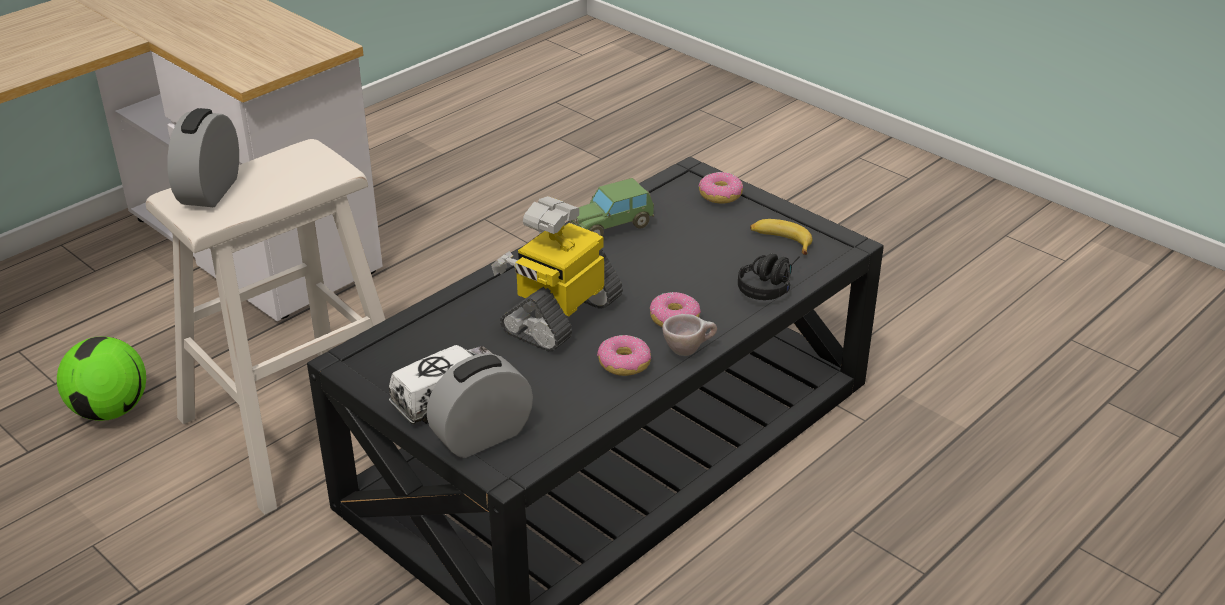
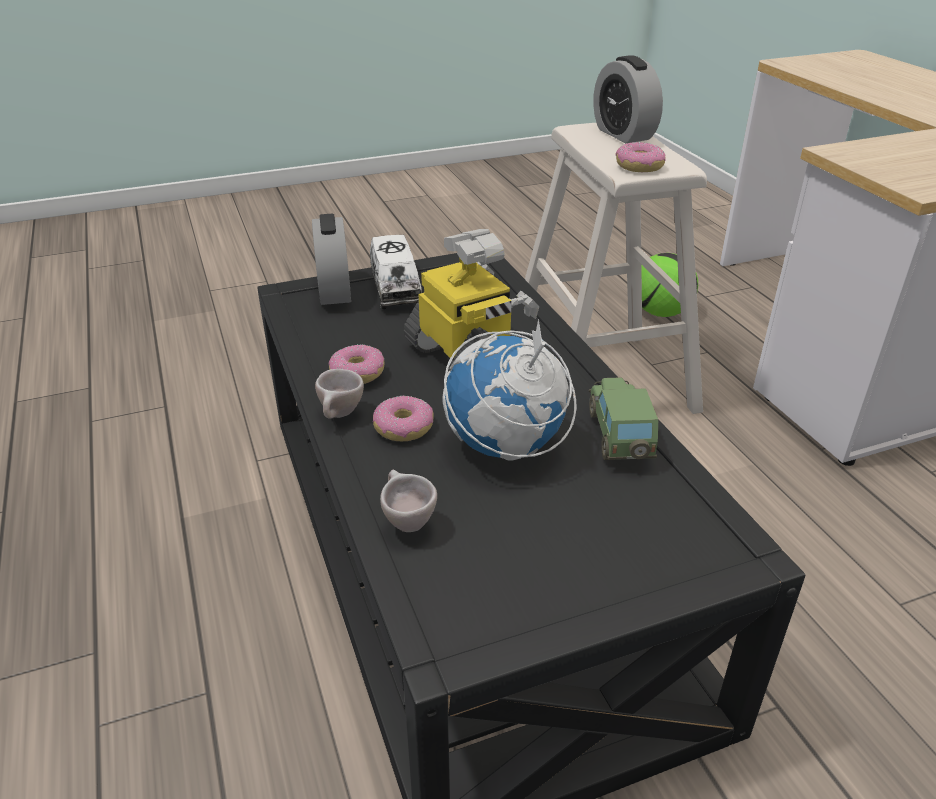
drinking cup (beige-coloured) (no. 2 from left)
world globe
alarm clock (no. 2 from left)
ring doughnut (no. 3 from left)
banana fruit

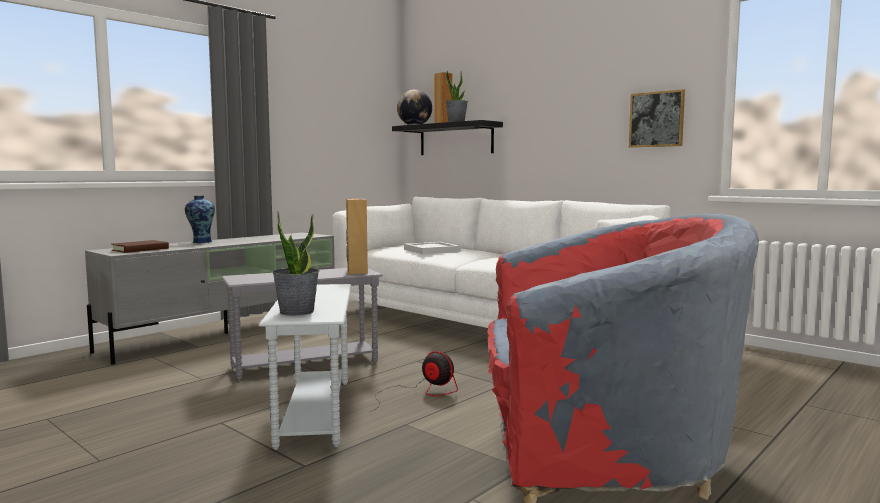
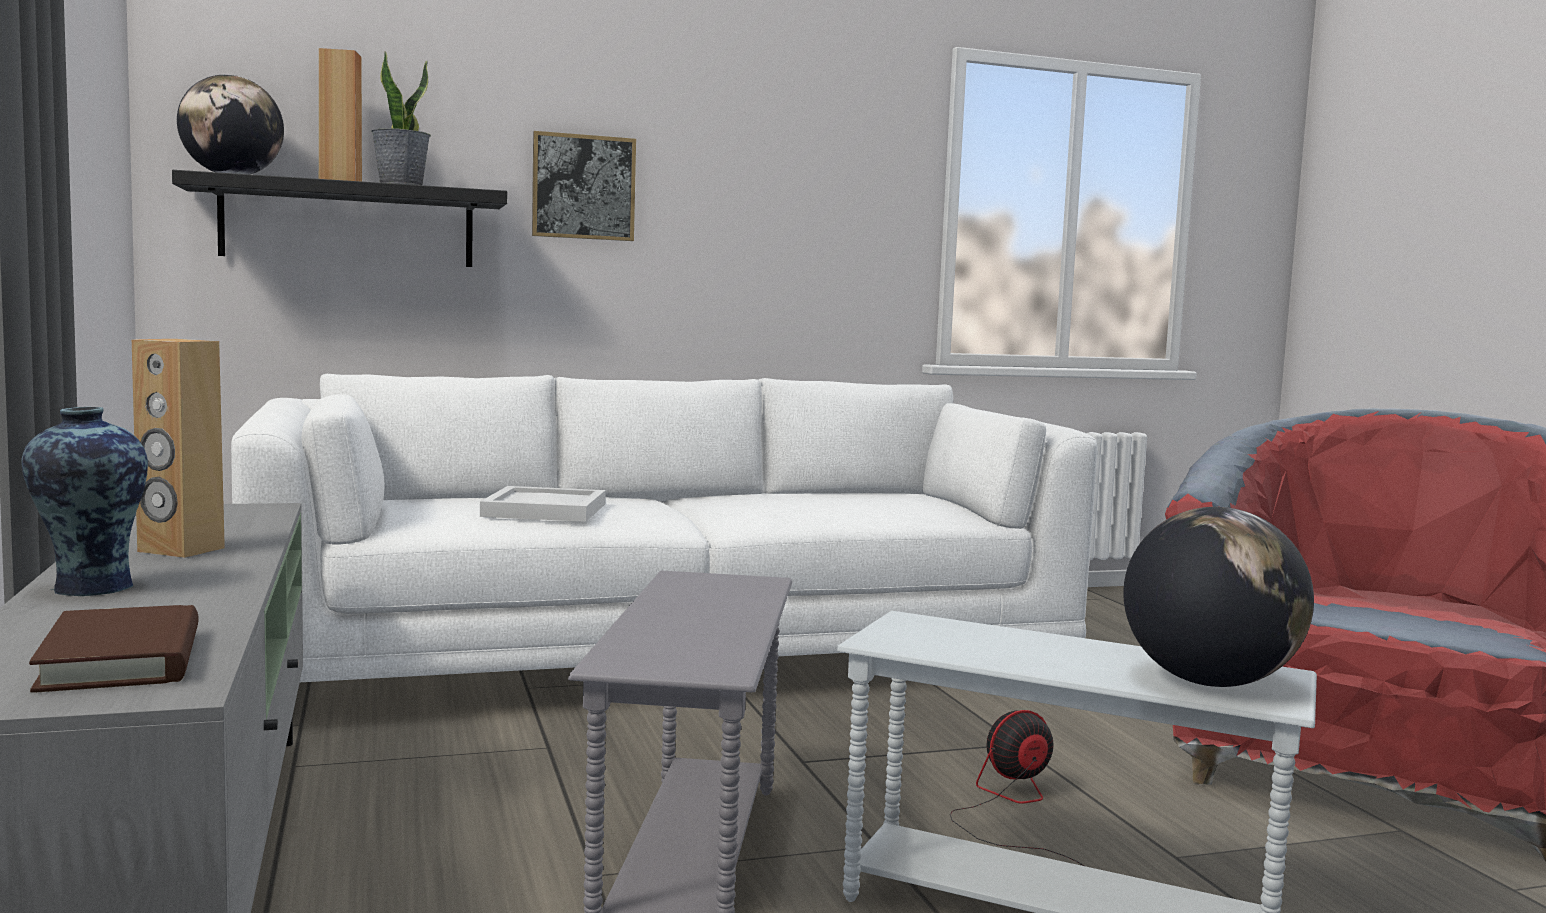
speaker (brownish) (no. 1 from left)
wall art
world globe (no. 2 from left)

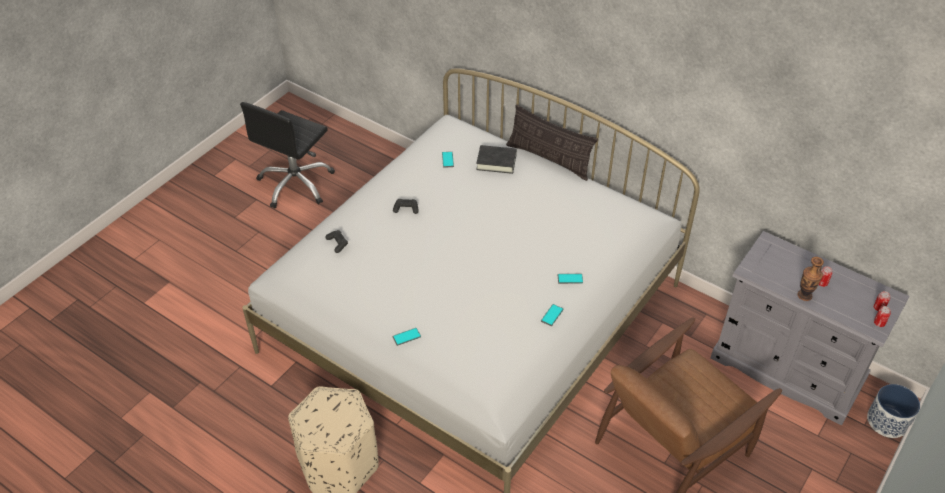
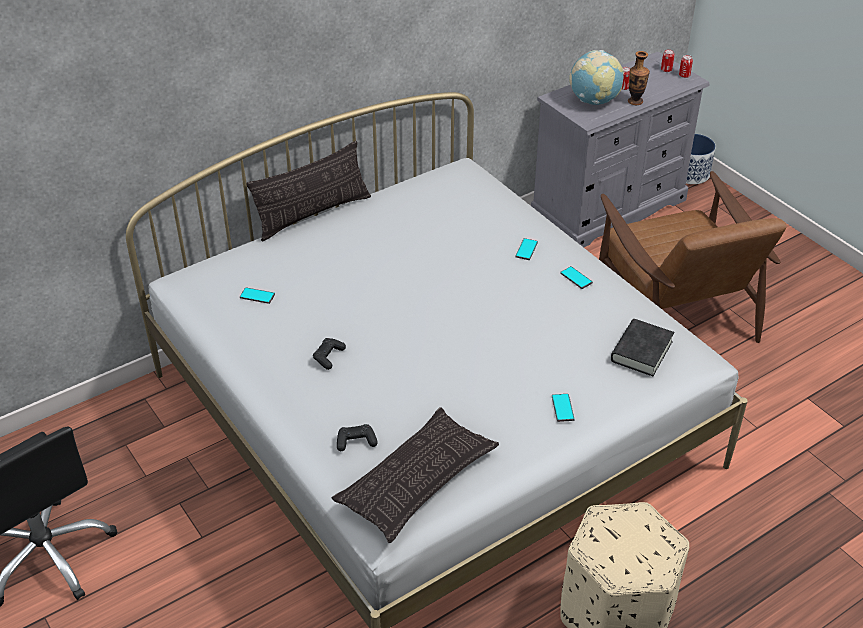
throw pillow (no. 2 from left)
world globe
volume (blackish)

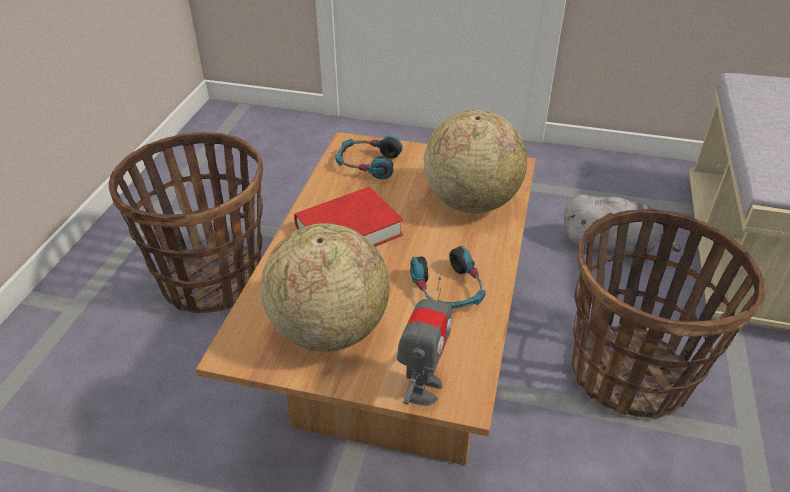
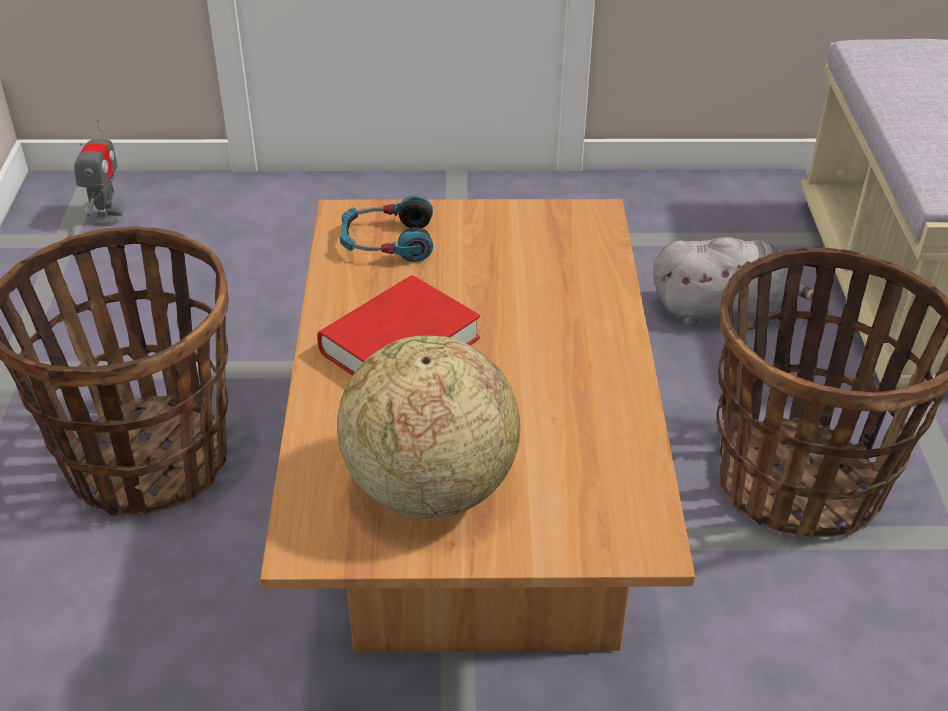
toy robot
headphones (no. 2 from left in the first image)
world globe (no. 2 from left in the first image)

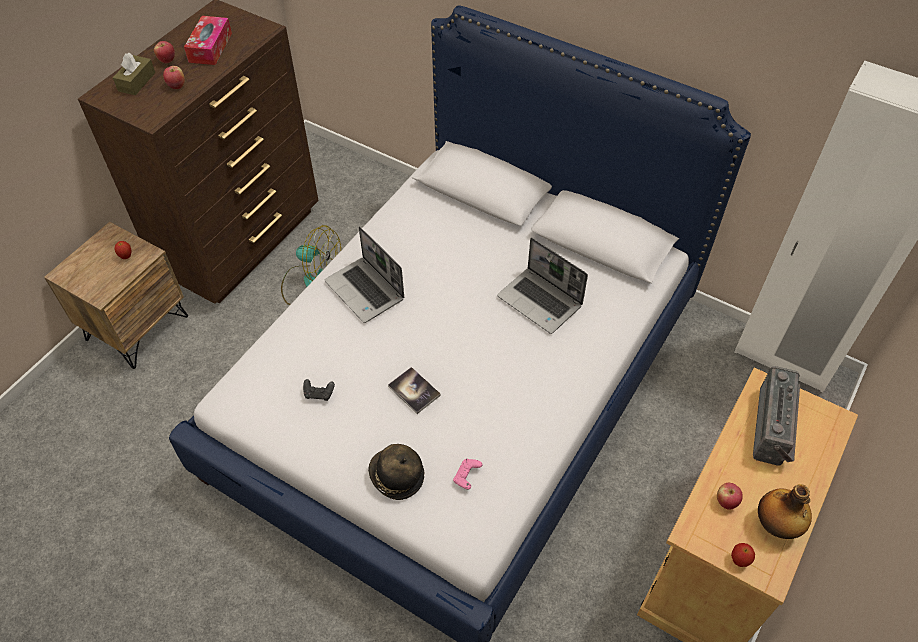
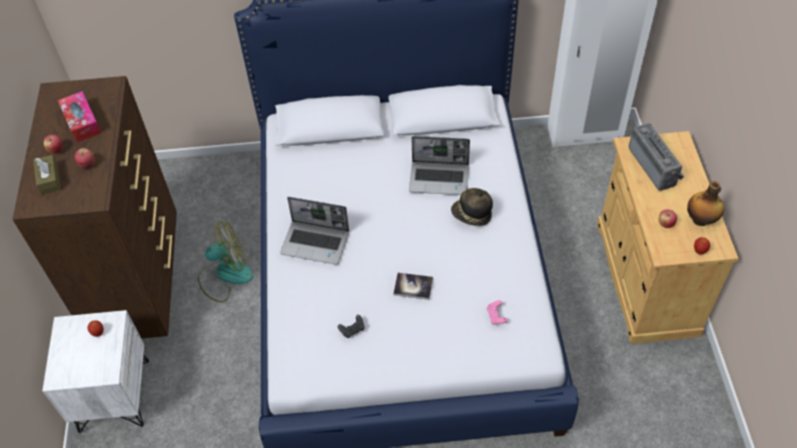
bedside table (white-coloured)
wearable hat

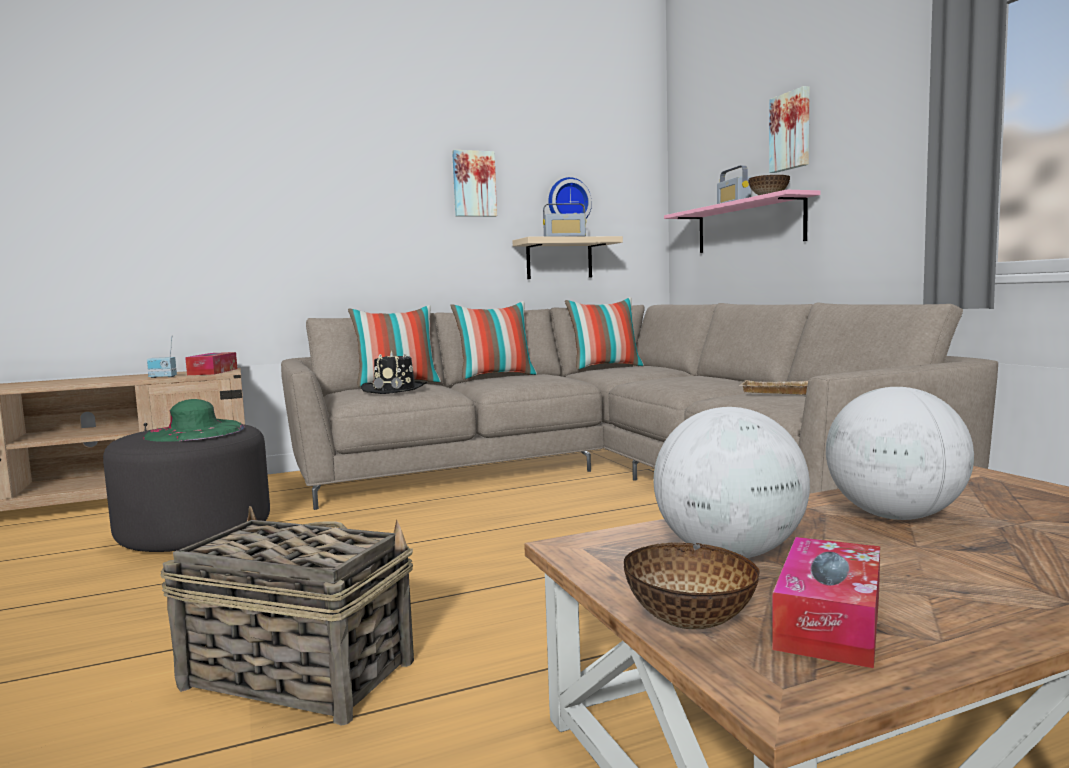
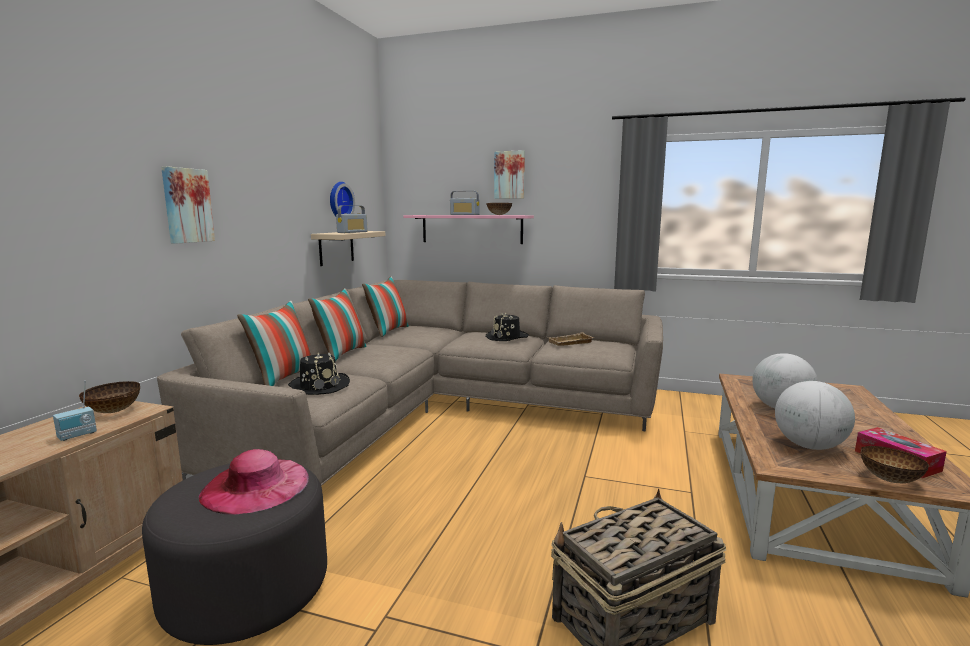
bowl (no. 1 from left)
wall art (no. 1 from left)
wearable hat (pink)
wearable hat (blackish) (no. 2 from left)

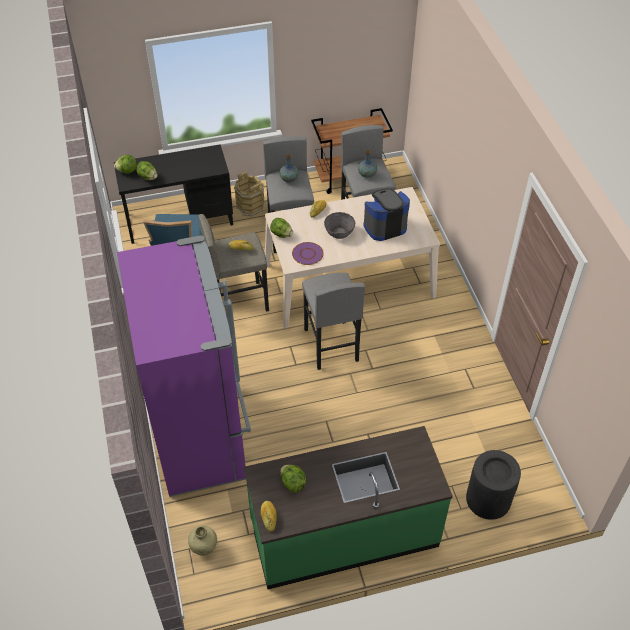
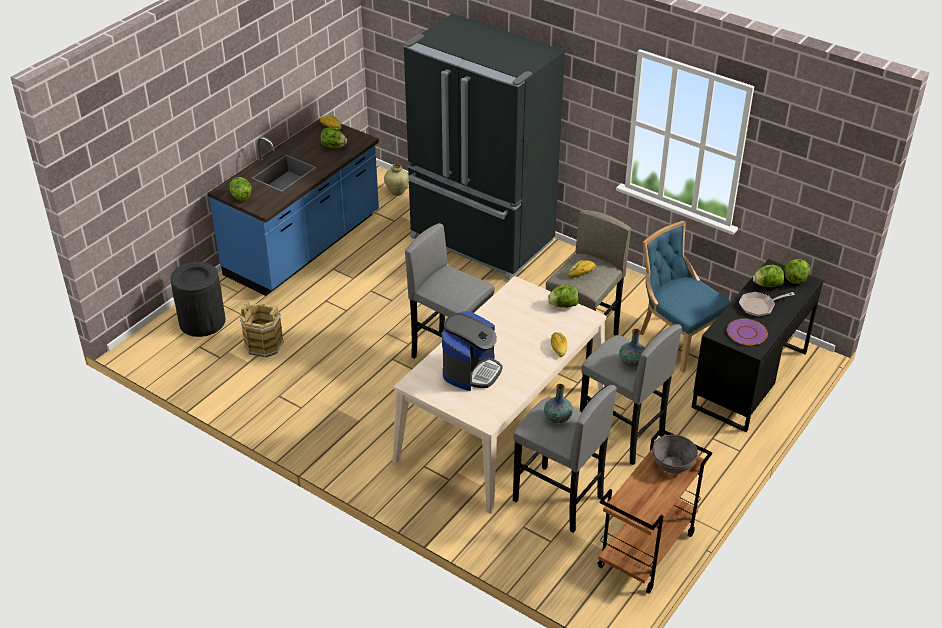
kitchen counter (blue-coloured)
lettuce (no. 1 from left)
pail (brownish)
refrigerator (blackish)
bowl (gray)
flat dish (purplish)
pan

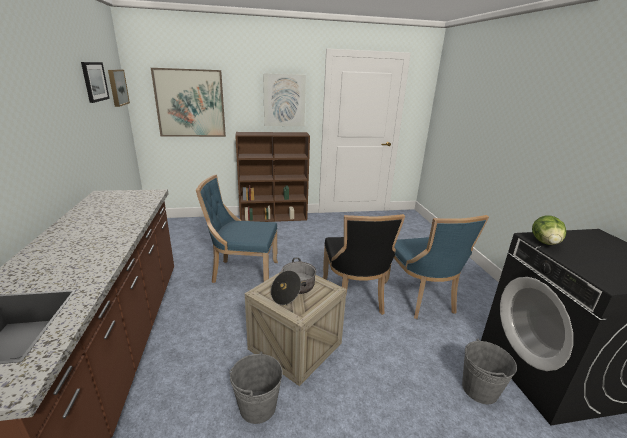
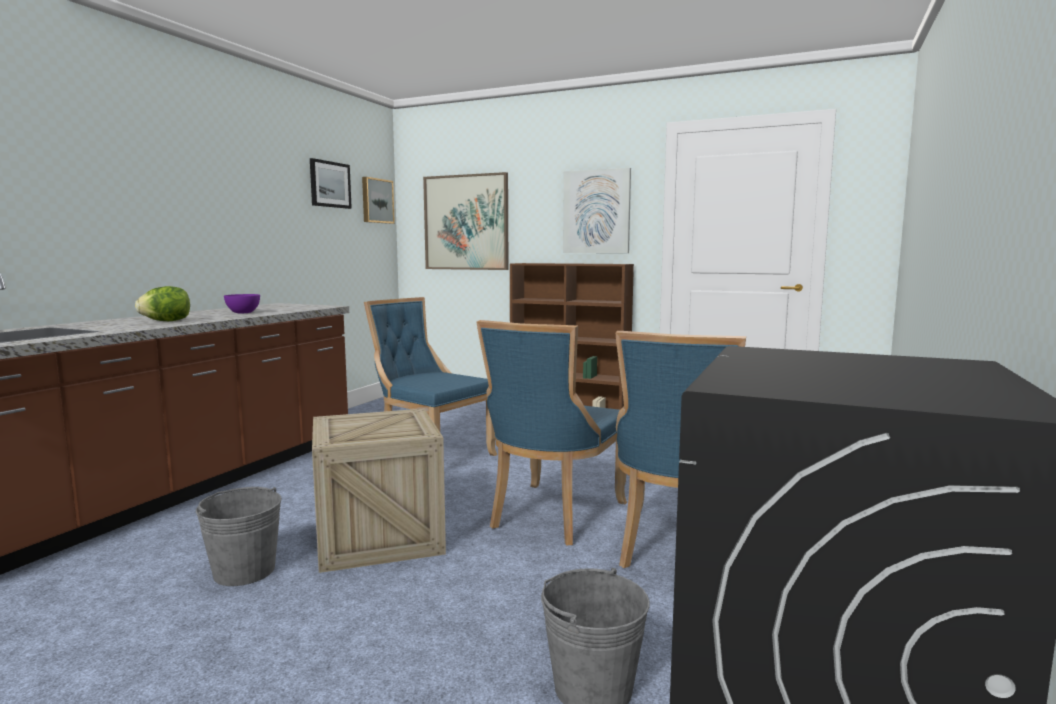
lettuce
bowl (purplish)
chair (blue-coloured) (no. 2 from left)
cooking pot

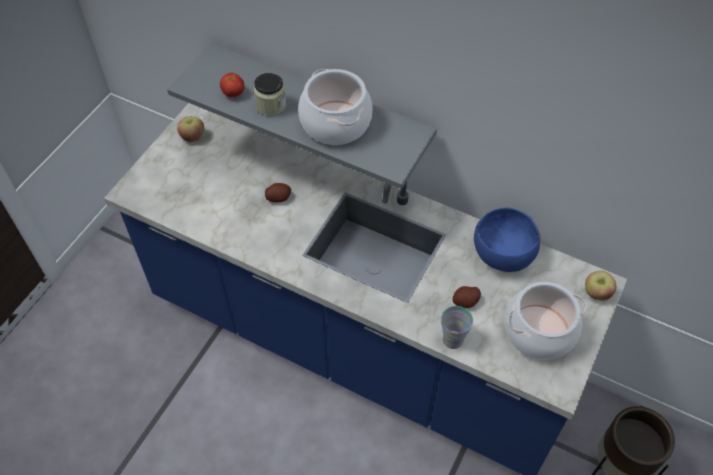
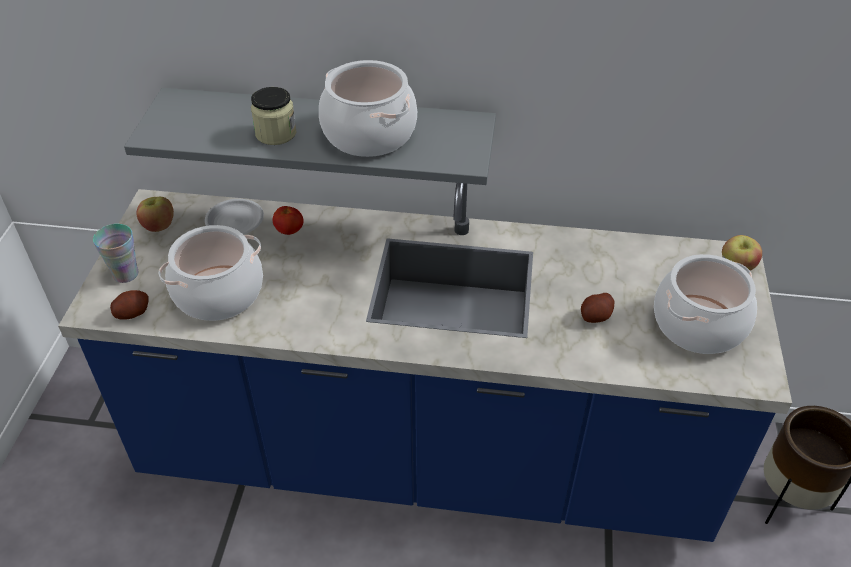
drinking cup
potato (no. 1 from left)
cooking pot (no. 1 from left)
flat dish (white-coloured)
tomato
bowl (blue-coloured)

